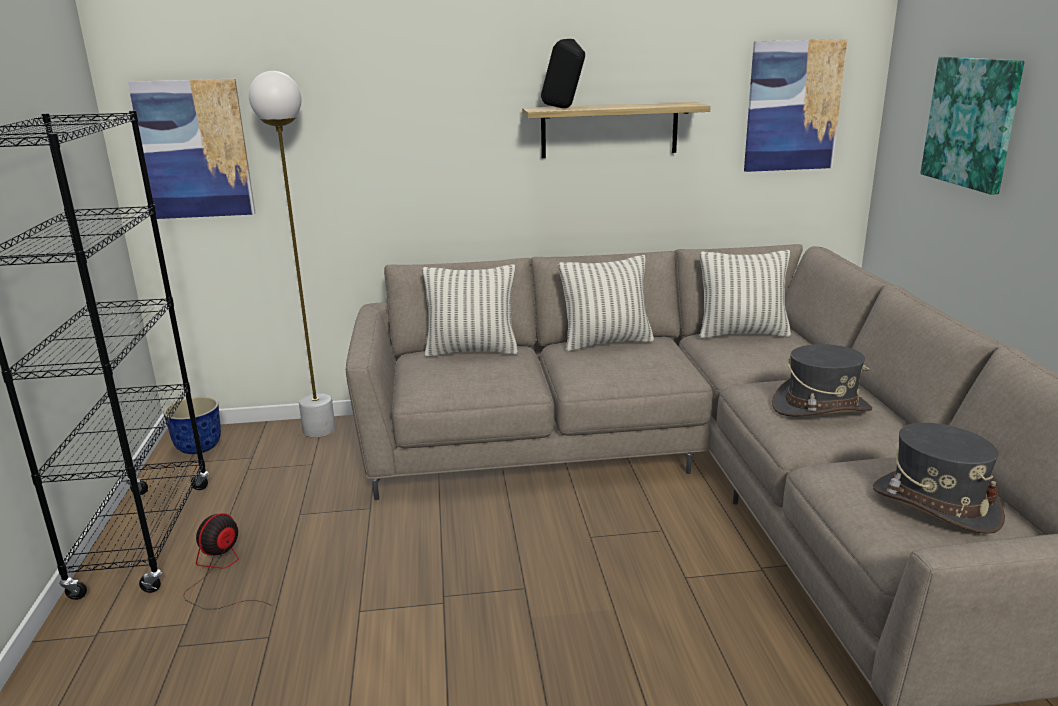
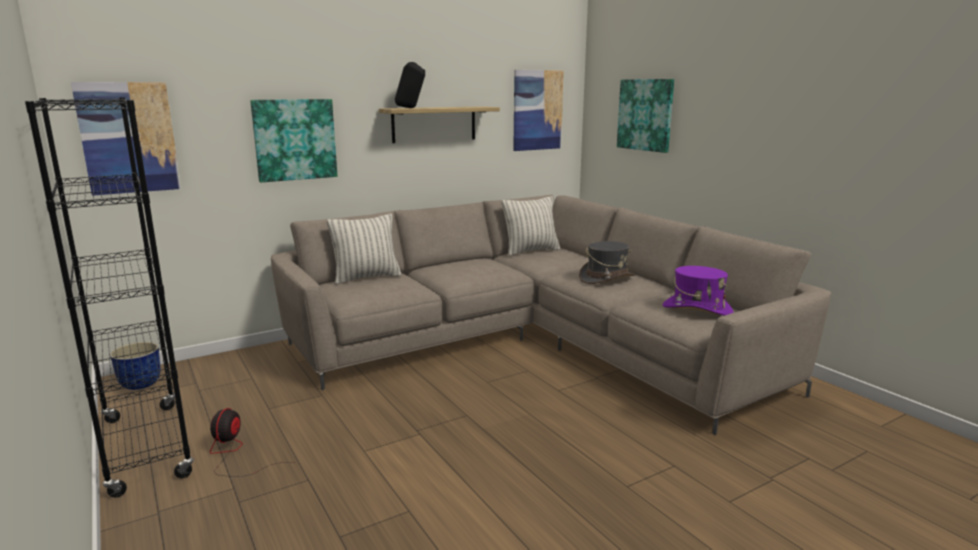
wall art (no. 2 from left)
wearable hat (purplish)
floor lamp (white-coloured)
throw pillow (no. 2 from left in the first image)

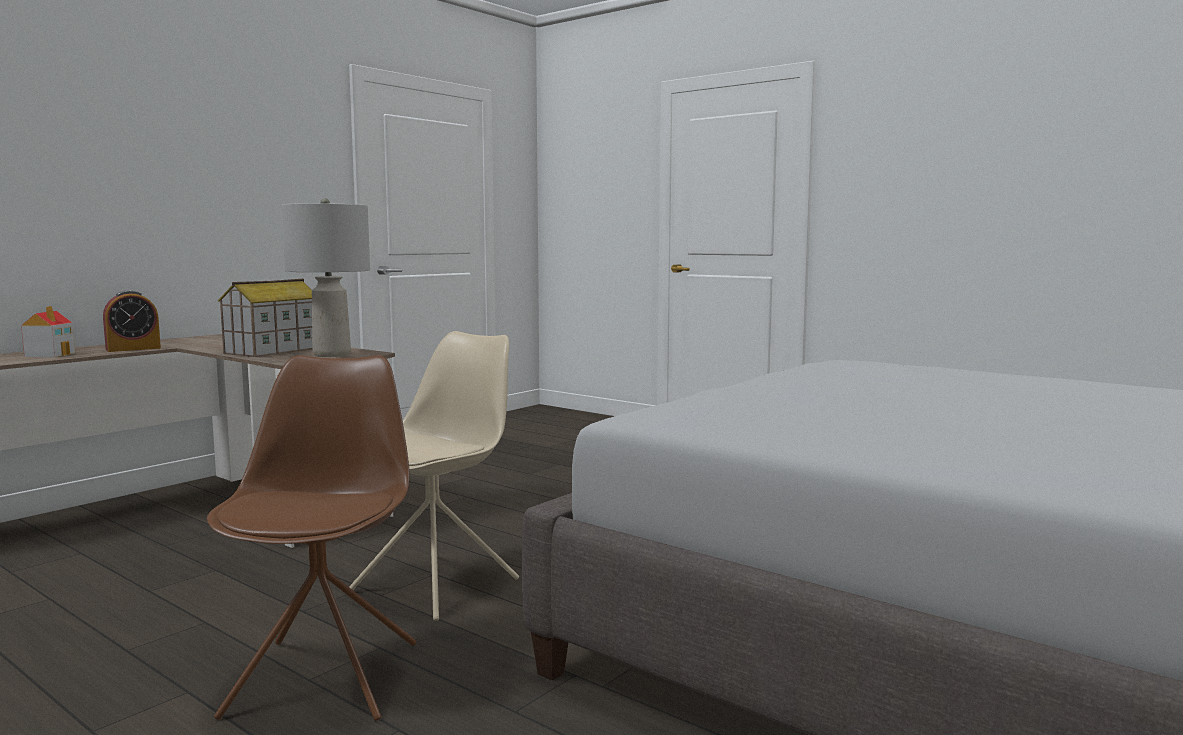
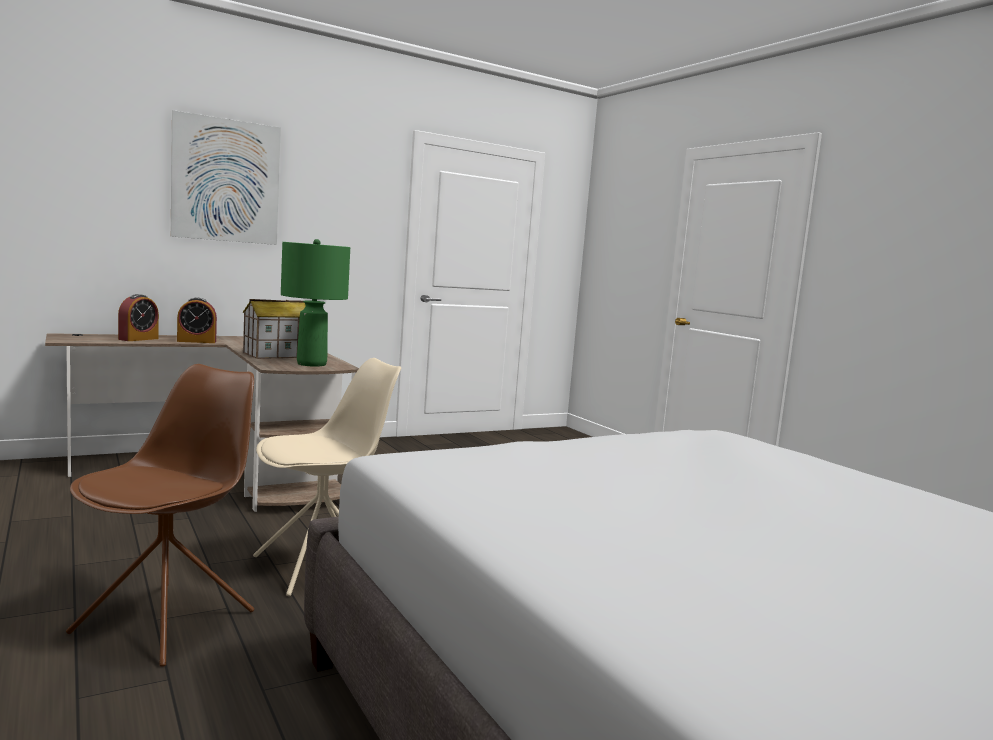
alarm clock (no. 1 from left)
wall art
tabletop lamp (greenish)

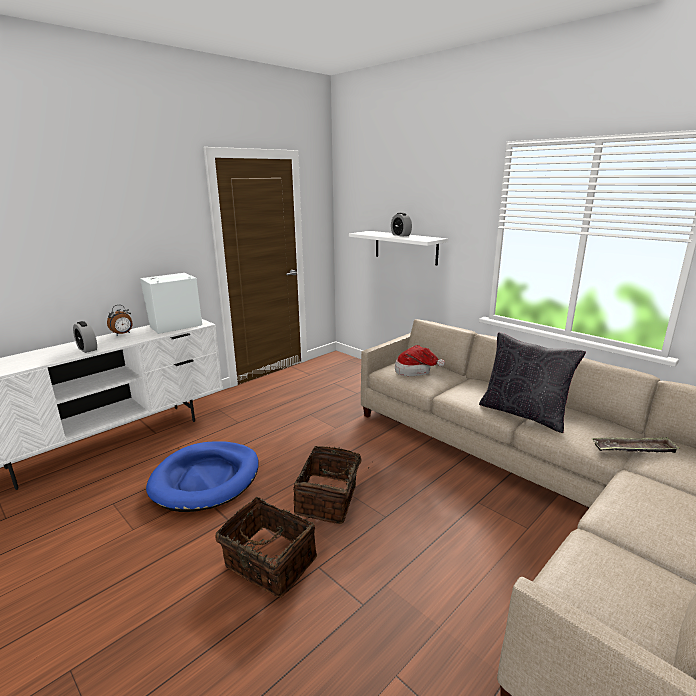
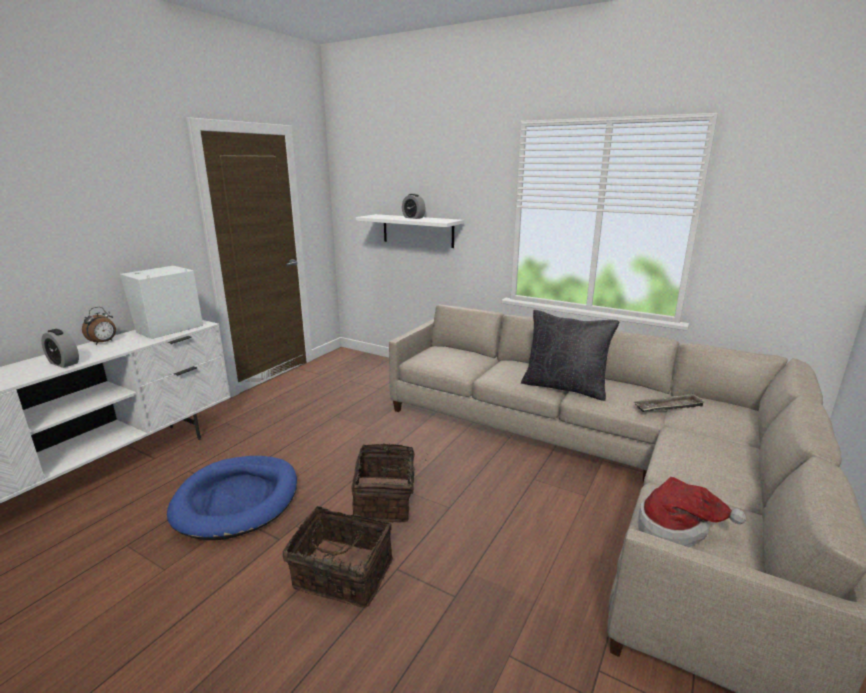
wearable hat

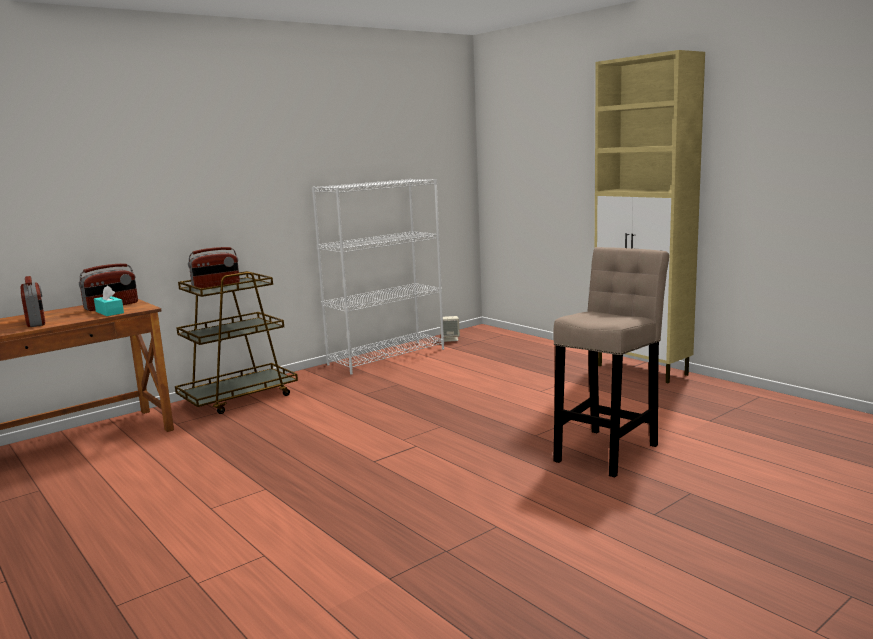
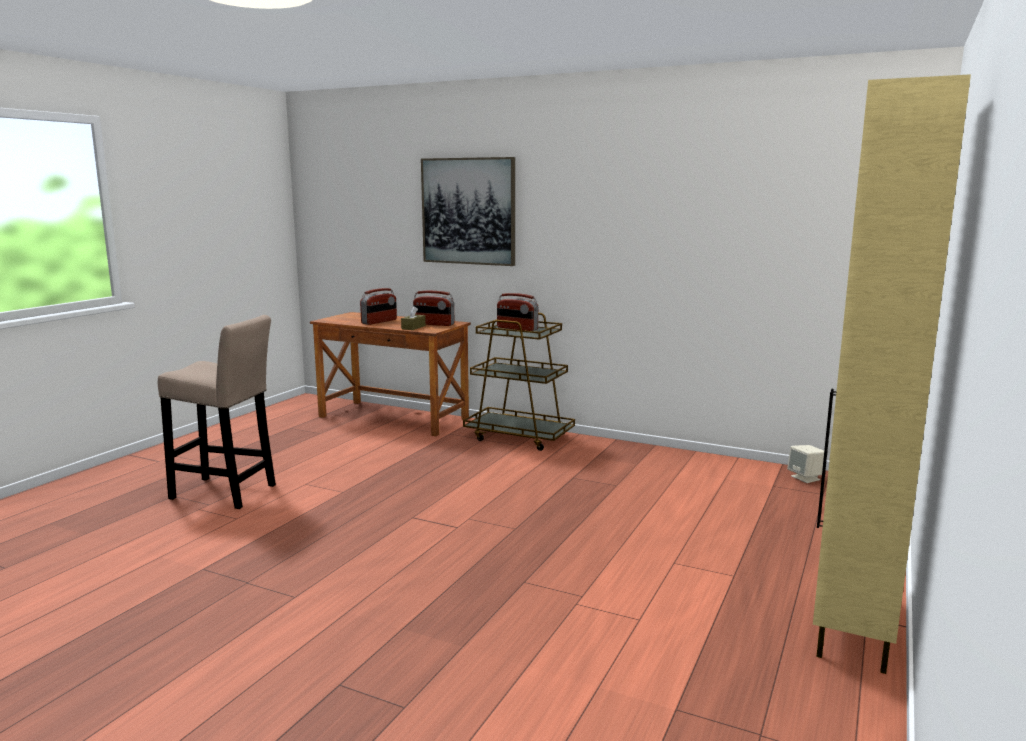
sitting stool (beige-coloured)
tissue box (brownish)
wall art
bookcase (white-coloured)

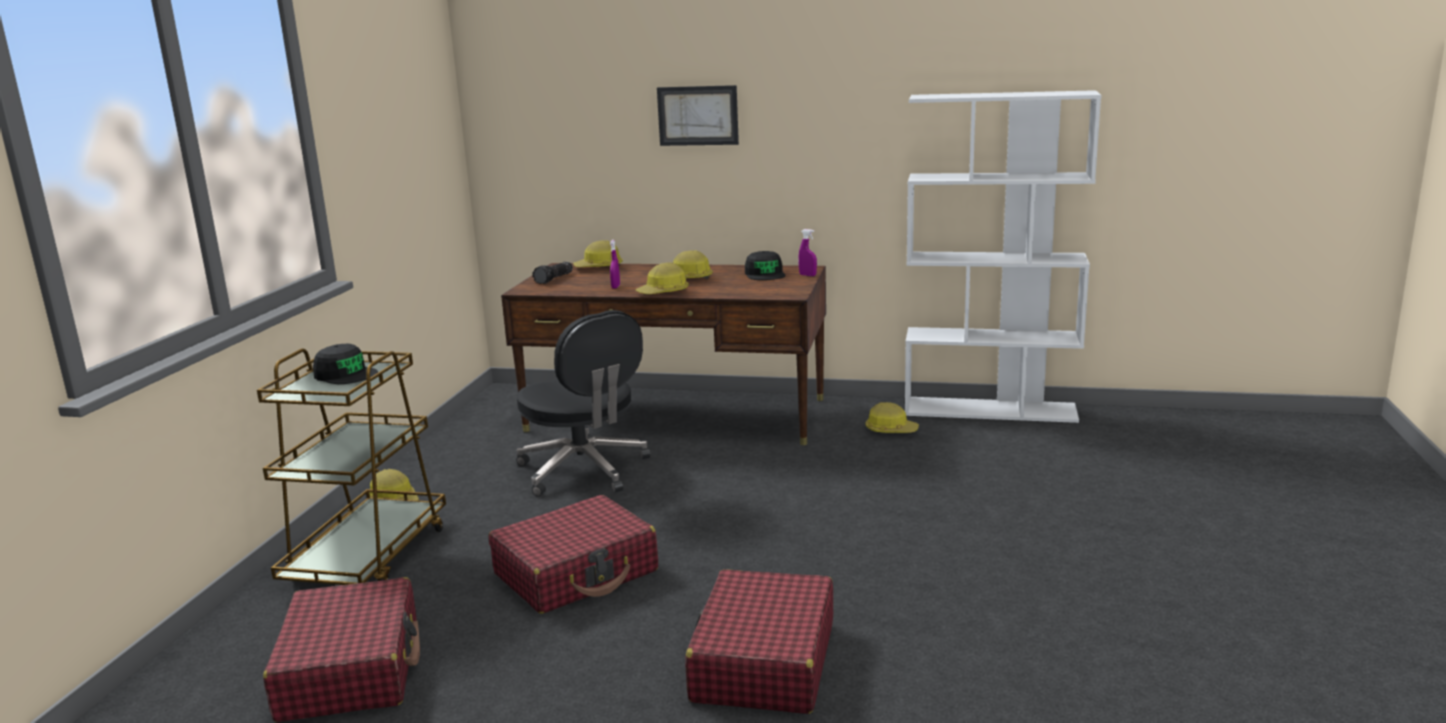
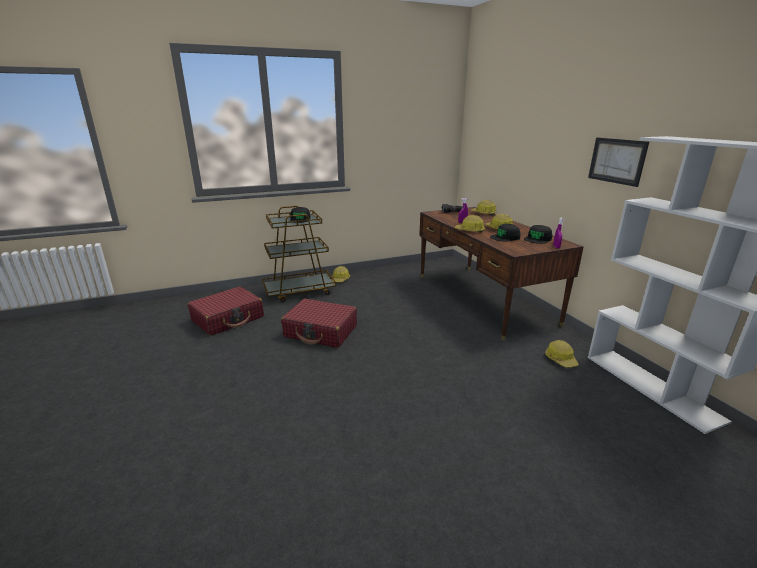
peaked cap (blackish) (no. 2 from left)
wall art
desk chair (blackish)
suitcase (red) (no. 3 from left in the first image)

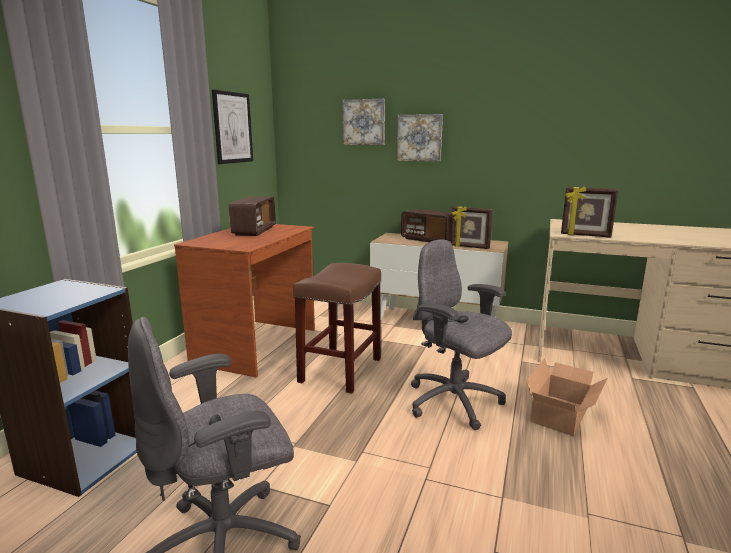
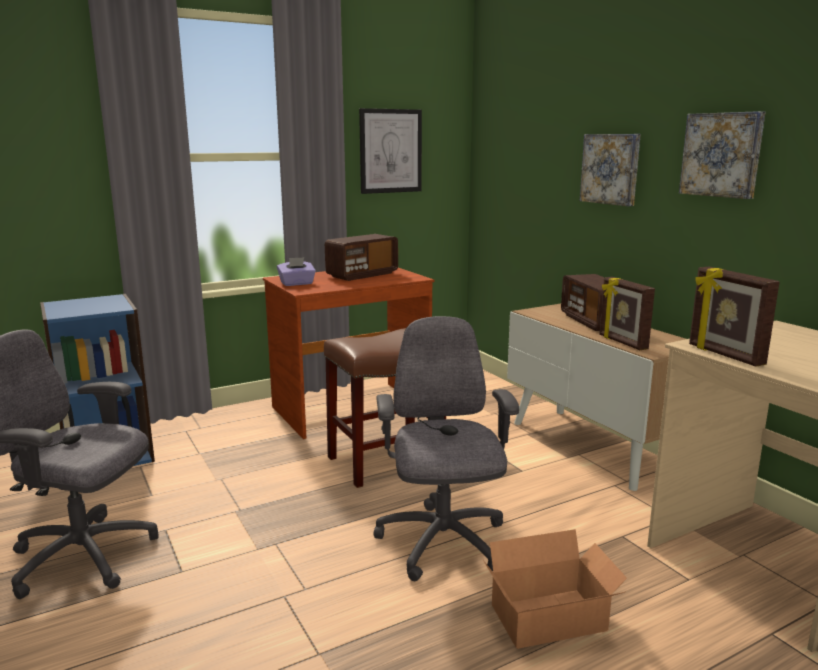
tissue box (purplish)
wall art (no. 3 from left)

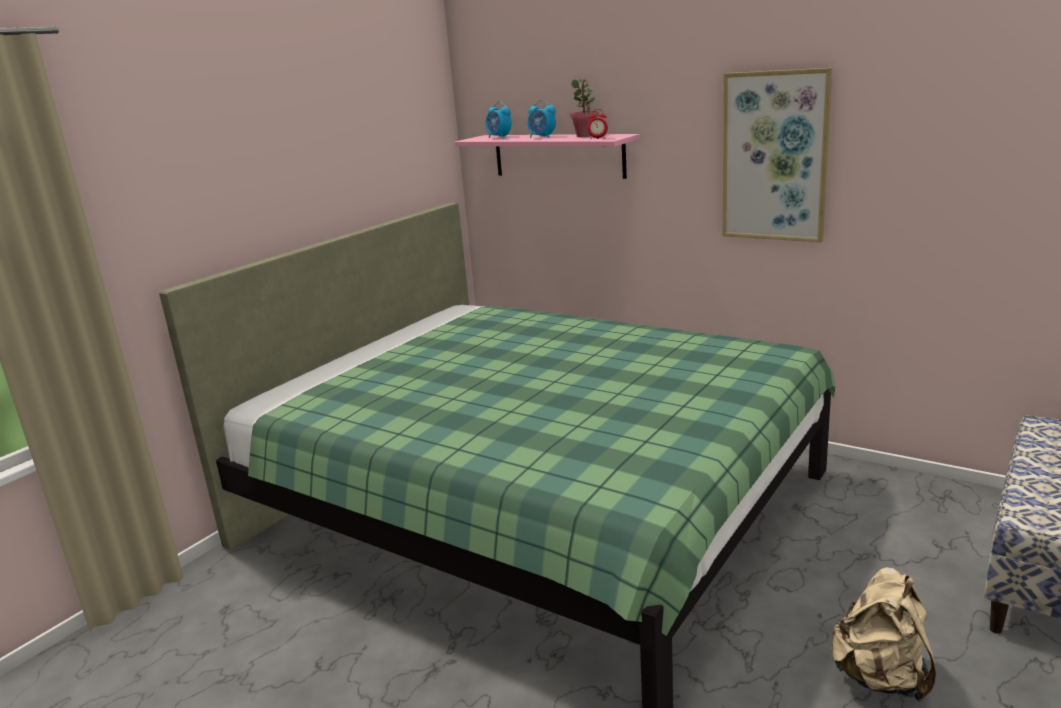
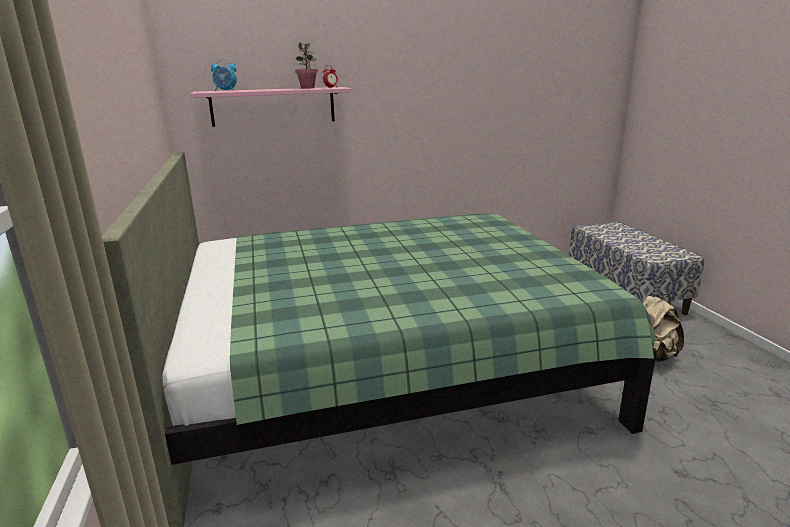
alarm clock (no. 2 from left in the first image)
wall art

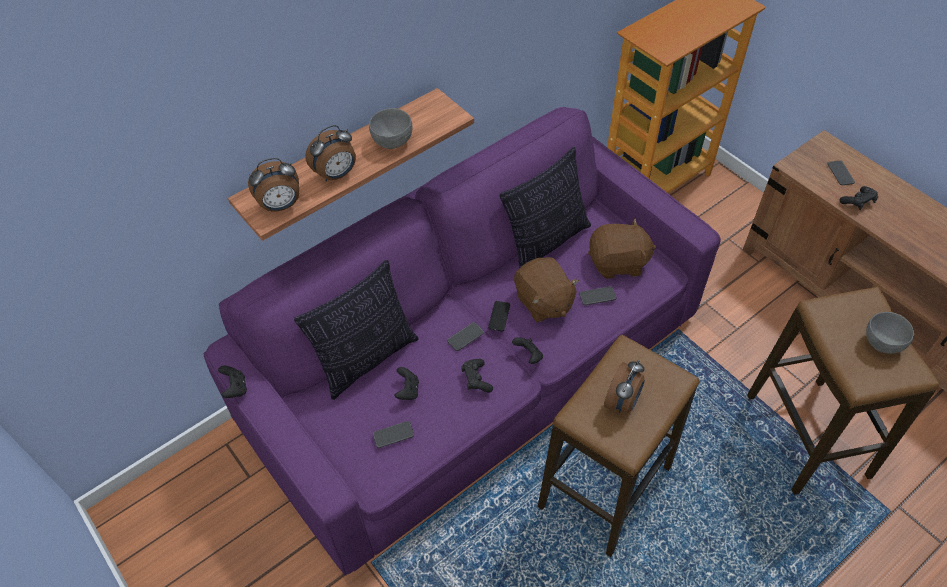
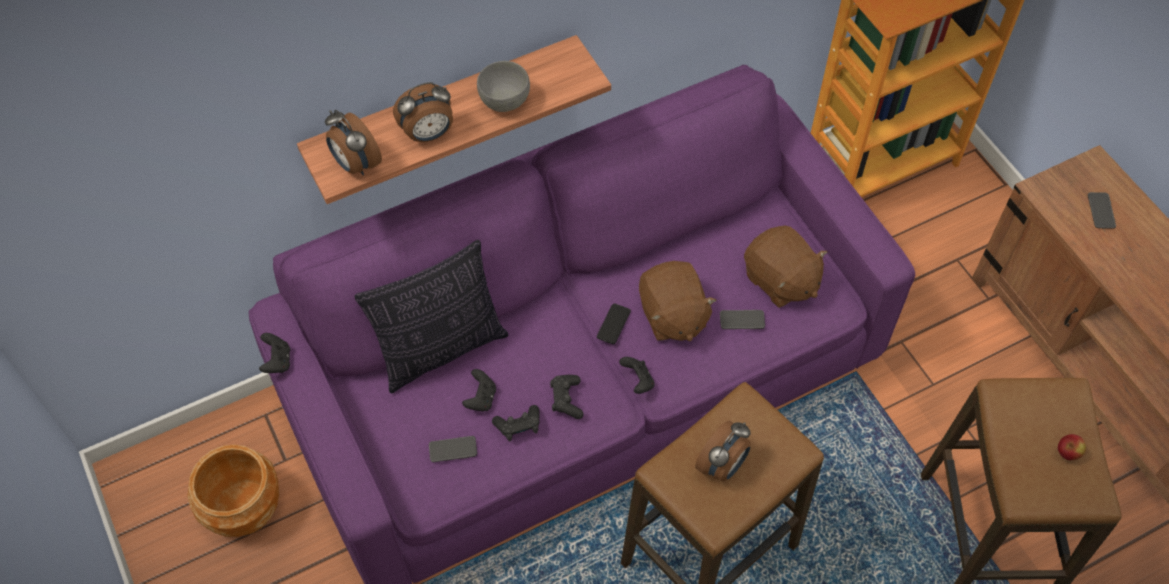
planter (brownish)
alarm clock (no. 1 from left)
joypad (blackish) (no. 3 from left)
cuddly toy (brownish) (no. 2 from left)
apple
handset (no. 2 from left in the first image)
throw pillow (no. 2 from left in the first image)

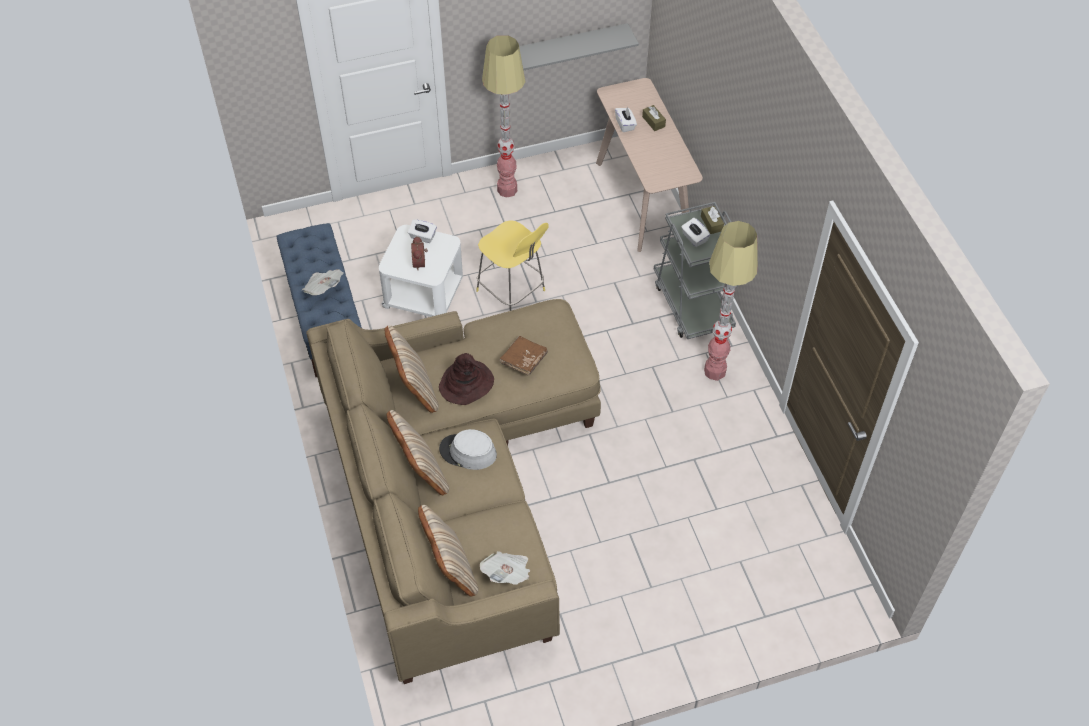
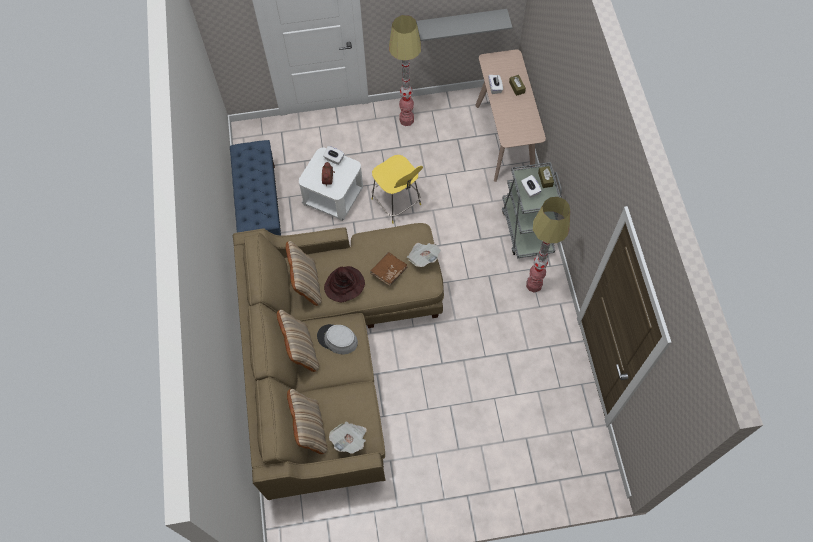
printed paper (no. 2 from left)

